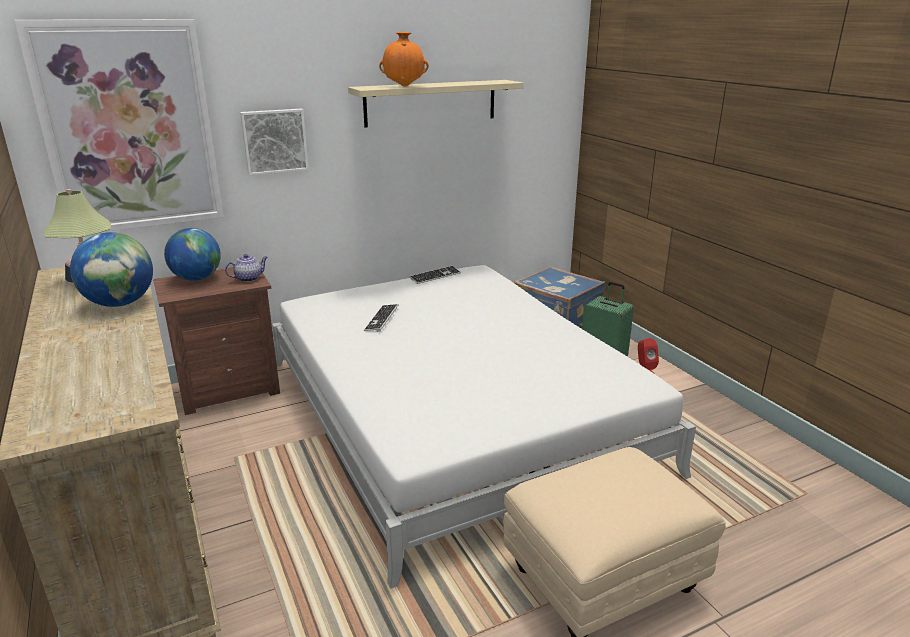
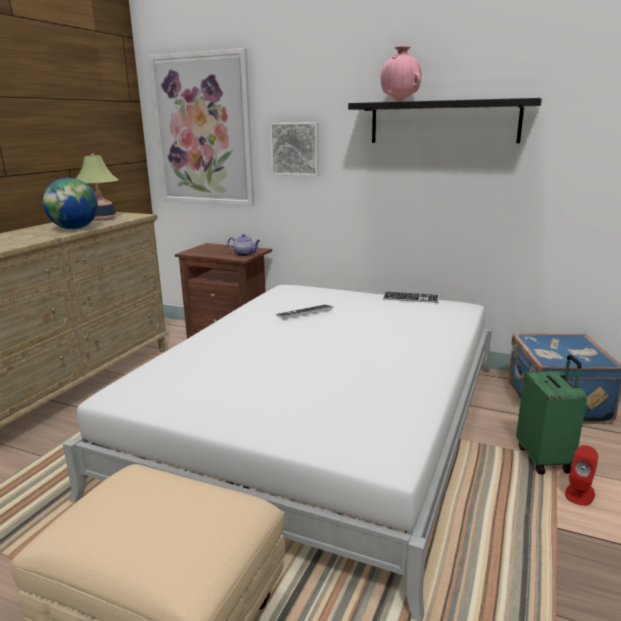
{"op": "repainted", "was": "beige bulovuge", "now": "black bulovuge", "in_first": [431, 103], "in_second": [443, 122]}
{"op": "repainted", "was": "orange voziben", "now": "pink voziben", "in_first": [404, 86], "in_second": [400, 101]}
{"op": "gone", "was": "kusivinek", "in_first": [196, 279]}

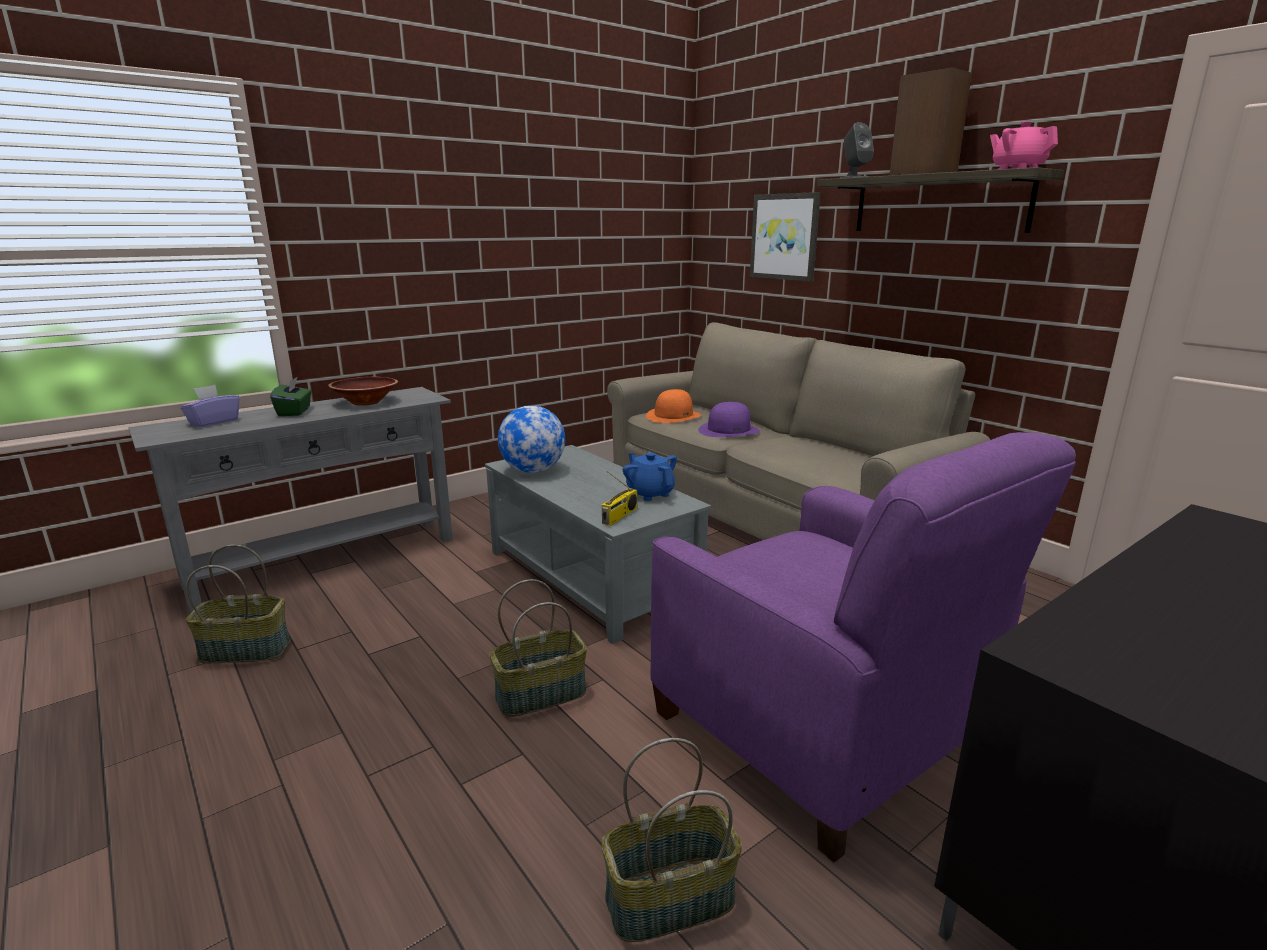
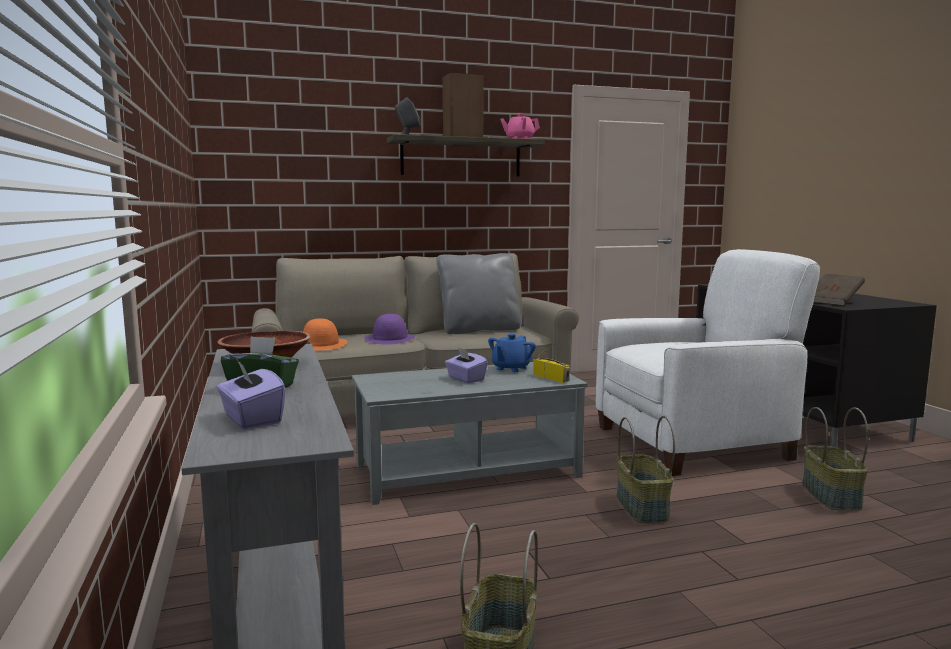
{"op": "new", "now": "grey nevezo", "in_second": [479, 330]}
{"op": "new", "now": "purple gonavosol", "in_second": [465, 379]}
{"op": "rotated", "was": "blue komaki", "in_first": [650, 493], "in_second": [511, 368], "clockwise": -45}
{"op": "repainted", "was": "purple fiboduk", "now": "white fiboduk", "in_first": [821, 728], "in_second": [693, 442]}
{"op": "new", "now": "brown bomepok", "in_second": [834, 302]}
{"op": "gone", "was": "kusivinek", "in_first": [533, 471]}
{"op": "gone", "was": "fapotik", "in_first": [784, 237]}

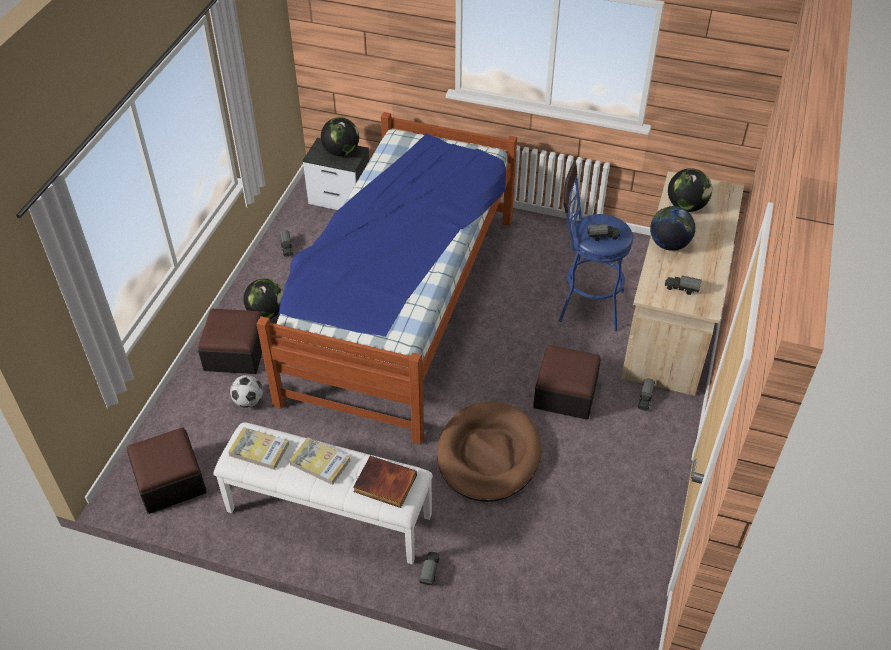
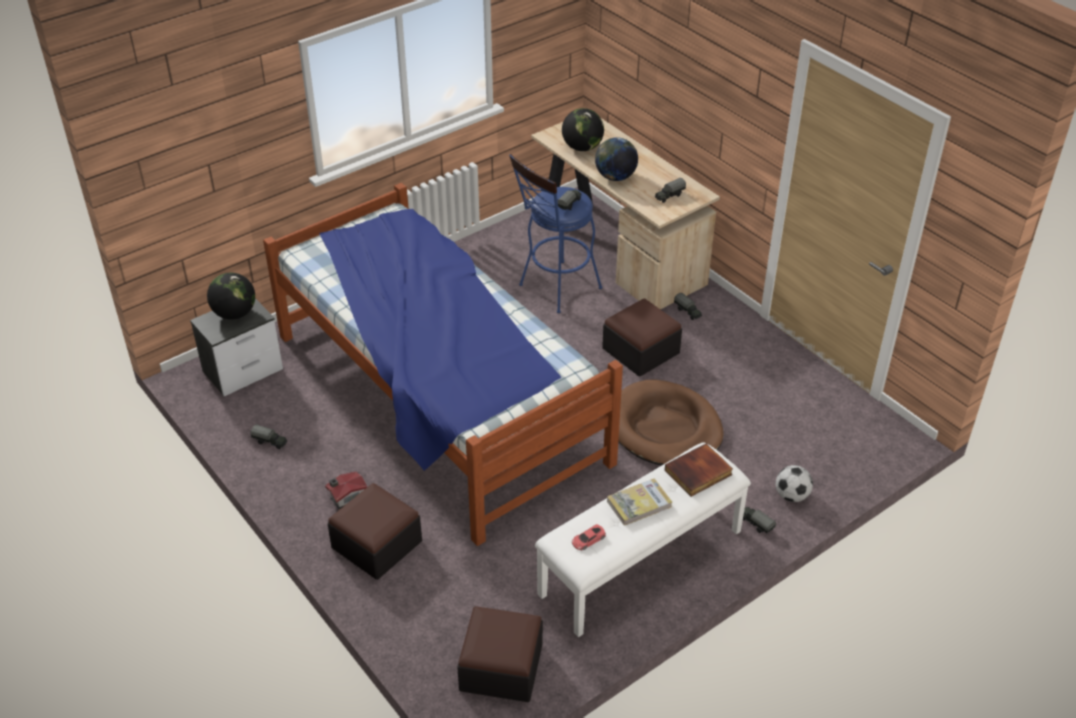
{"op": "swapped", "was": "kusivinek", "now": "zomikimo", "in_first": [267, 313], "in_second": [346, 497]}
{"op": "swapped", "was": "bomepok", "now": "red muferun", "in_first": [259, 450], "in_second": [588, 539]}
{"op": "shifted", "was": "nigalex", "in_first": [248, 401], "in_second": [791, 495]}

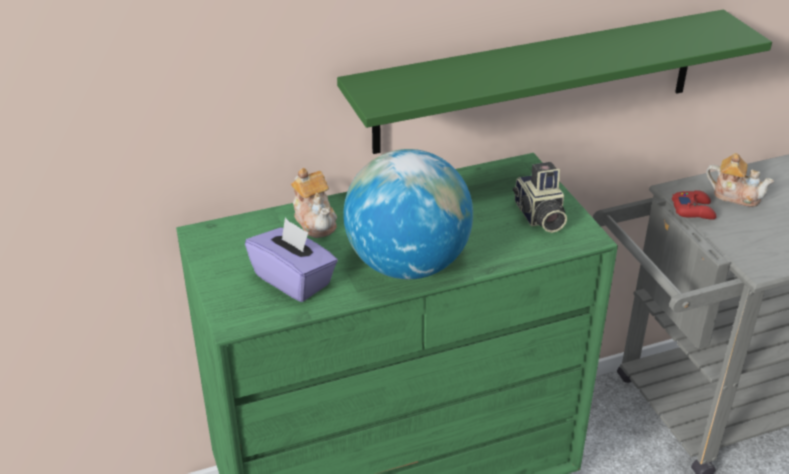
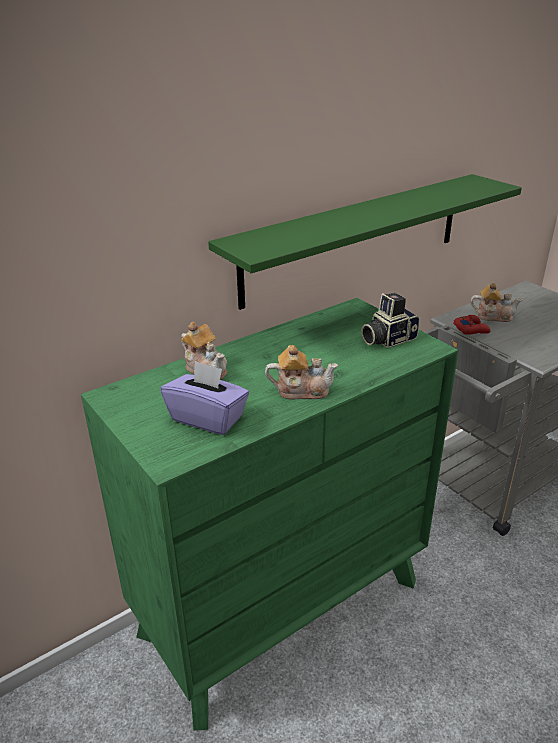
{"op": "swapped", "was": "kusivinek", "now": "komaki", "in_first": [407, 265], "in_second": [301, 390]}
{"op": "rotated", "was": "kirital", "in_first": [539, 217], "in_second": [387, 339], "clockwise": 90}

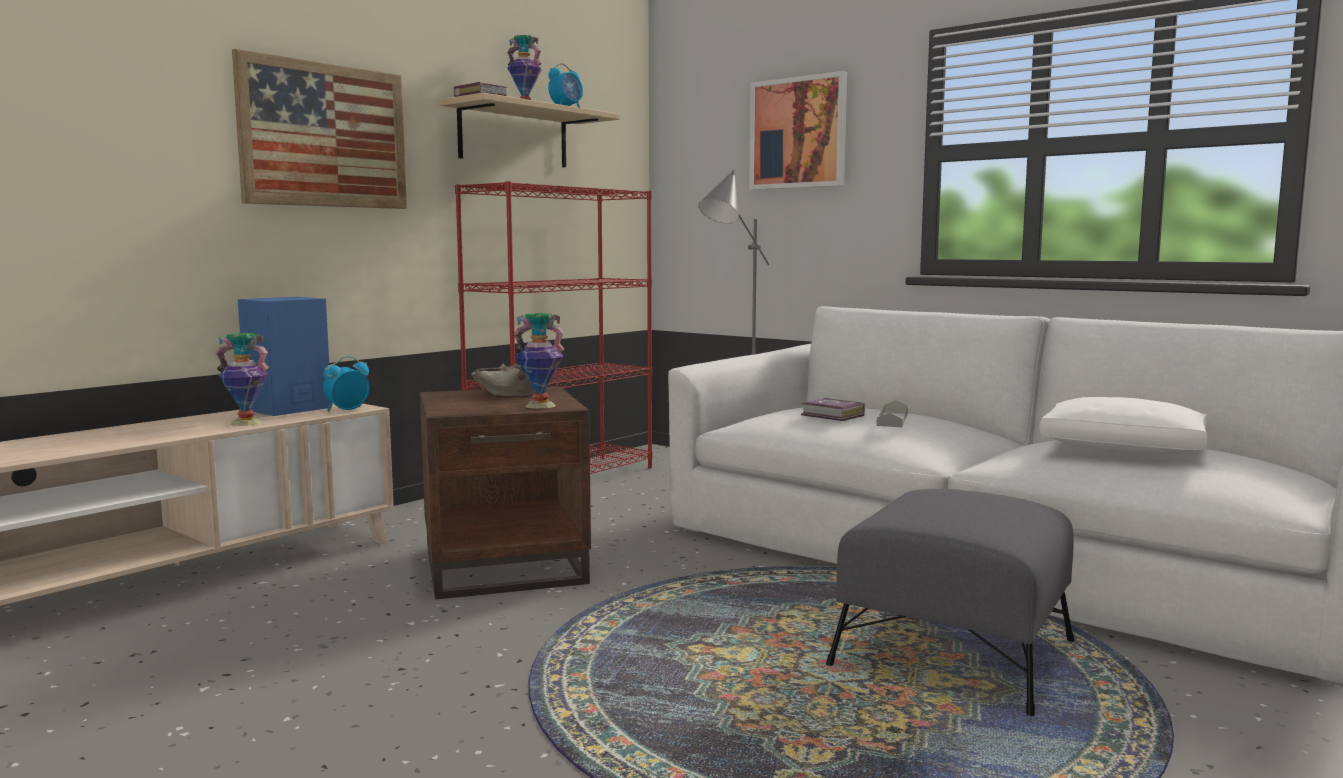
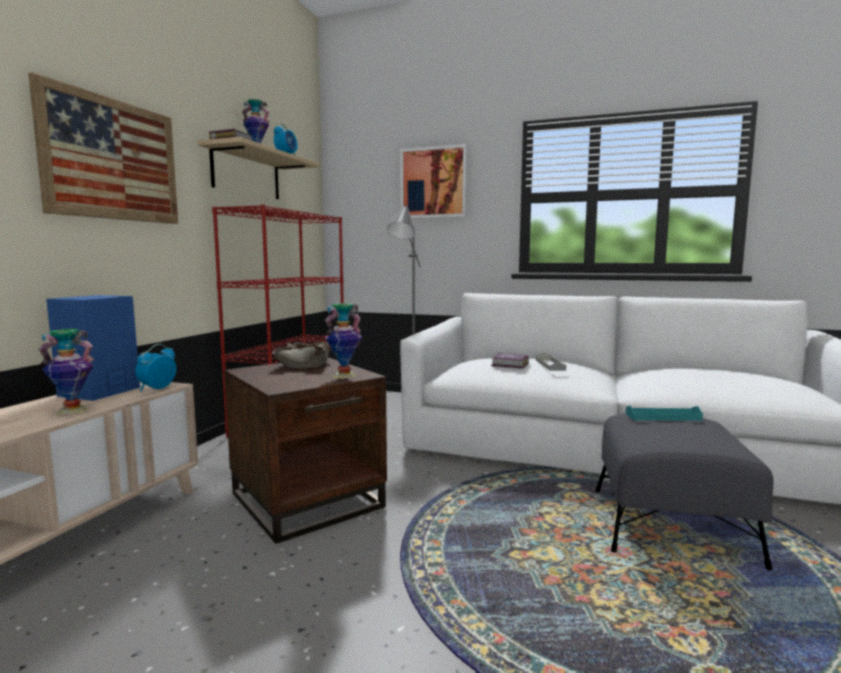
{"op": "new", "now": "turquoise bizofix", "in_second": [663, 417]}
{"op": "gone", "was": "white nevezo", "in_first": [1124, 449]}

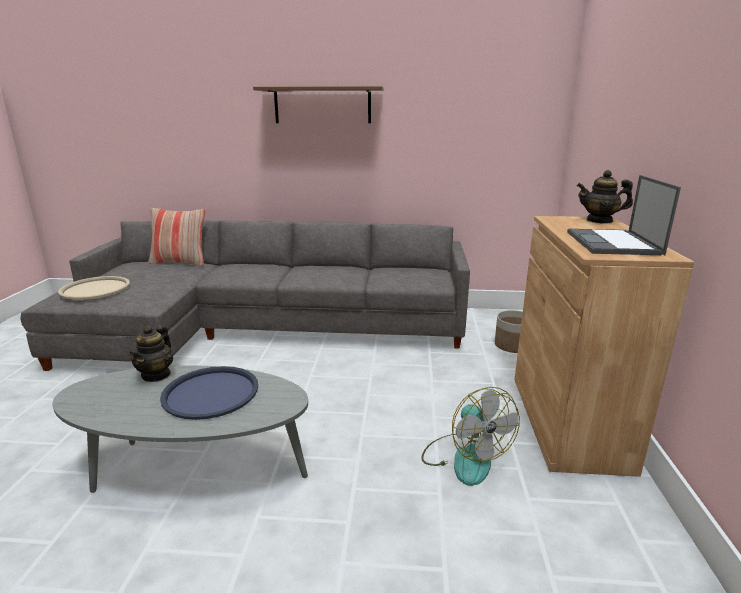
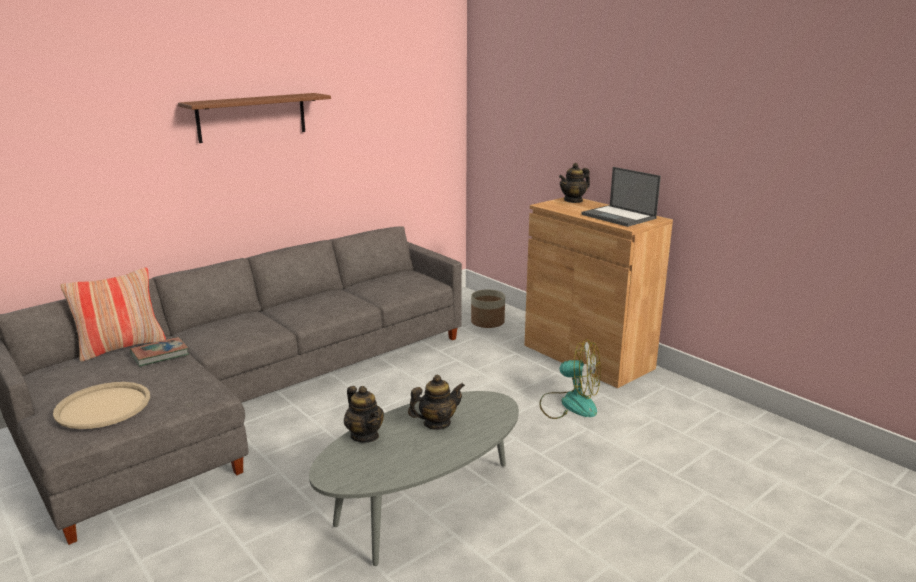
{"op": "new", "now": "bomepok", "in_second": [160, 355]}
{"op": "swapped", "was": "blue bizofix", "now": "komaki", "in_first": [210, 393], "in_second": [437, 423]}

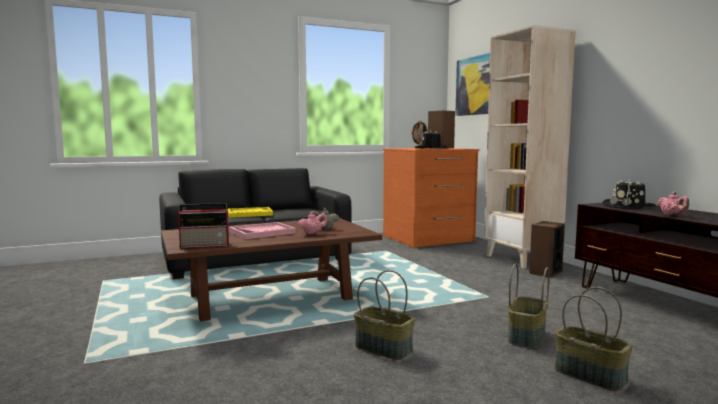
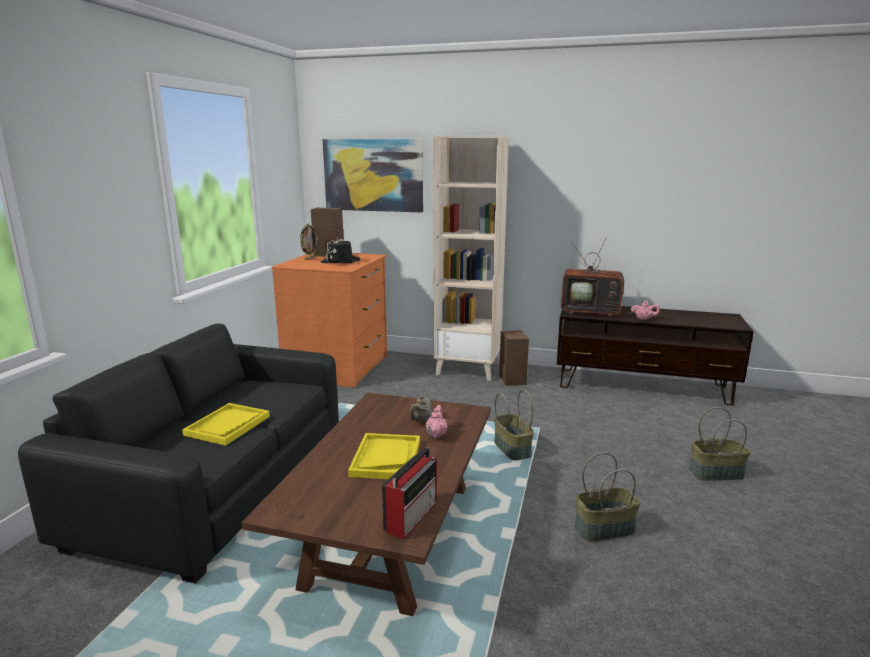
{"op": "repainted", "was": "pink bizofix", "now": "yellow bizofix", "in_first": [262, 232], "in_second": [386, 458]}
{"op": "shifted", "was": "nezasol", "in_first": [527, 337], "in_second": [513, 449]}
{"op": "swapped", "was": "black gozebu", "now": "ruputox", "in_first": [628, 206], "in_second": [592, 311]}

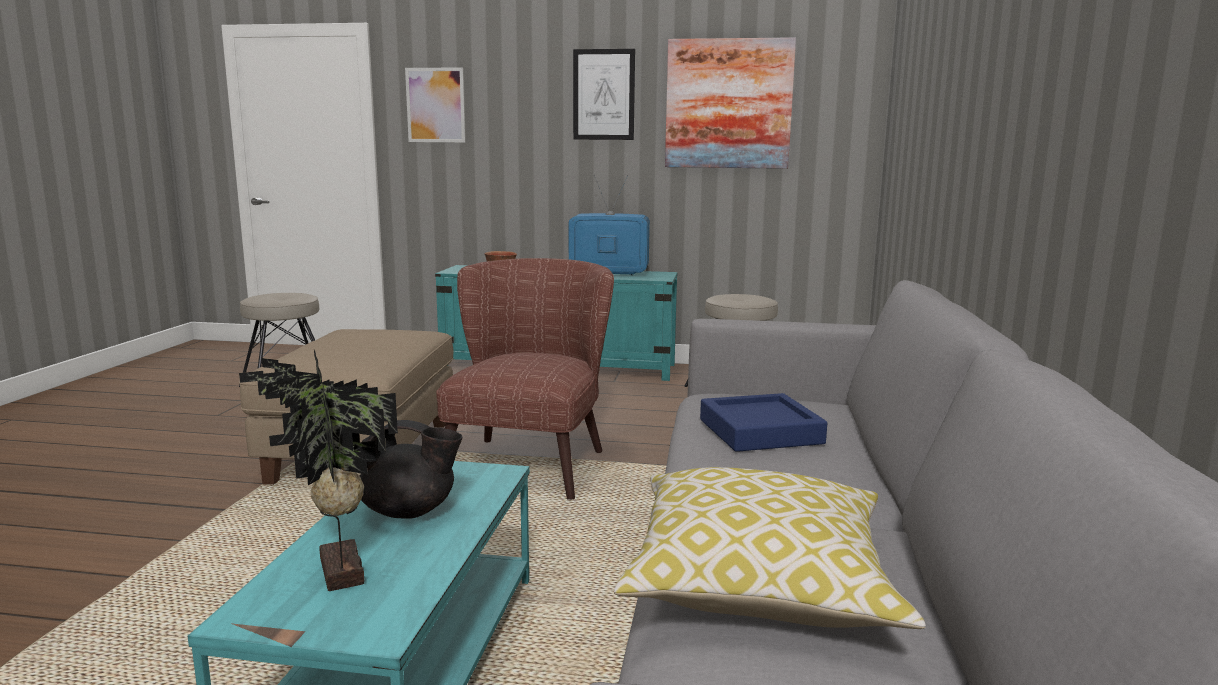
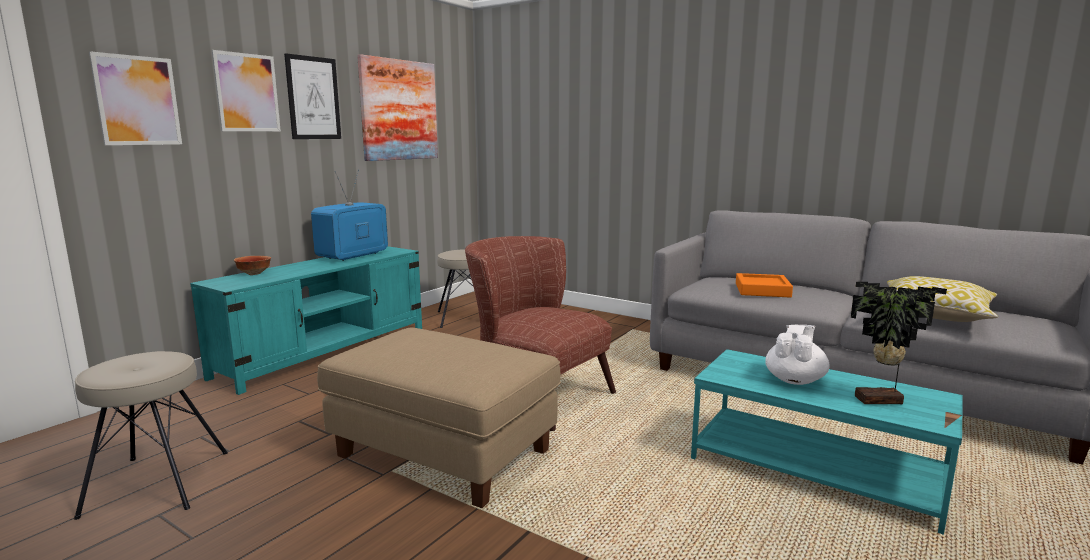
{"op": "new", "now": "fapotik", "in_second": [247, 92]}
{"op": "repainted", "was": "blue bizofix", "now": "orange bizofix", "in_first": [760, 431], "in_second": [762, 290]}
{"op": "repainted", "was": "black komaki", "now": "white komaki", "in_first": [410, 512], "in_second": [794, 380]}

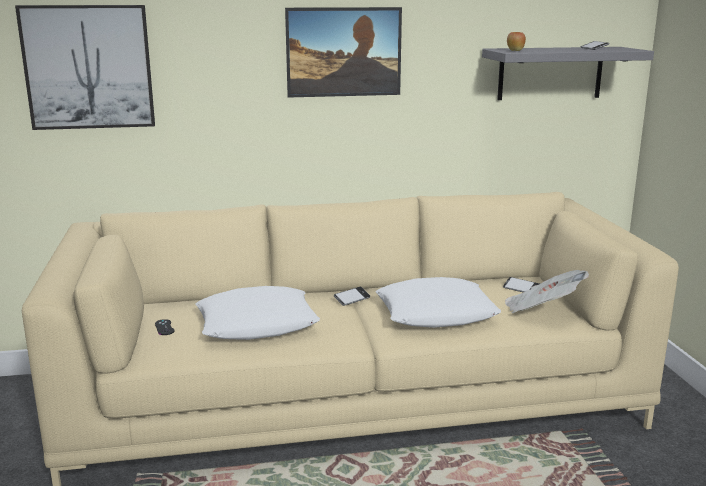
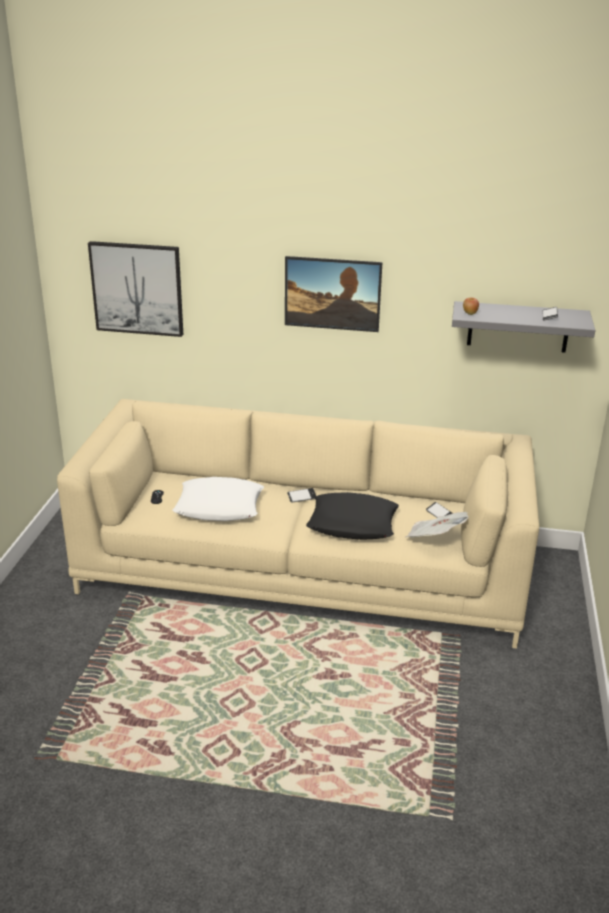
{"op": "repainted", "was": "white nevezo", "now": "black nevezo", "in_first": [436, 313], "in_second": [353, 524]}

